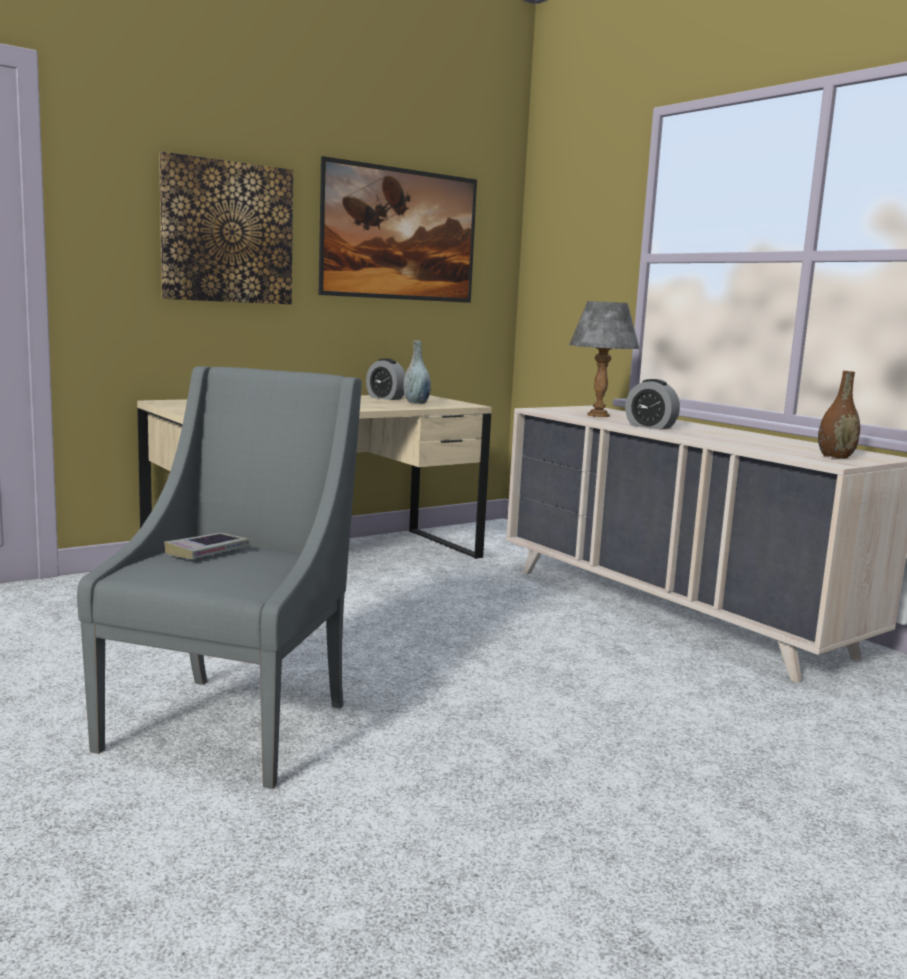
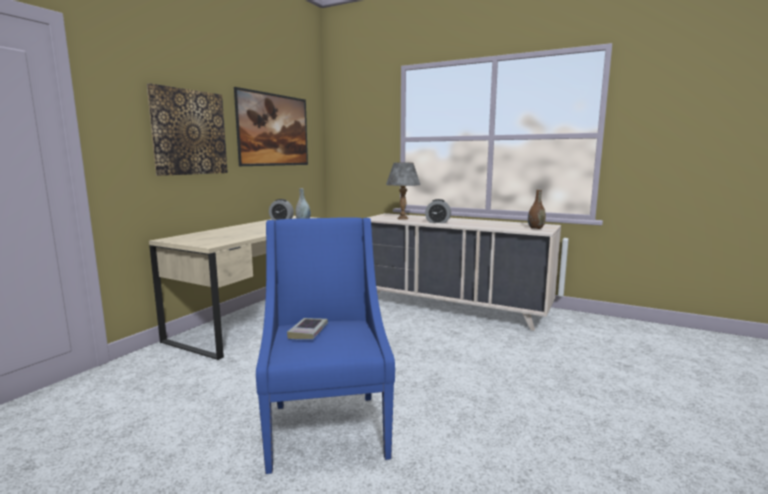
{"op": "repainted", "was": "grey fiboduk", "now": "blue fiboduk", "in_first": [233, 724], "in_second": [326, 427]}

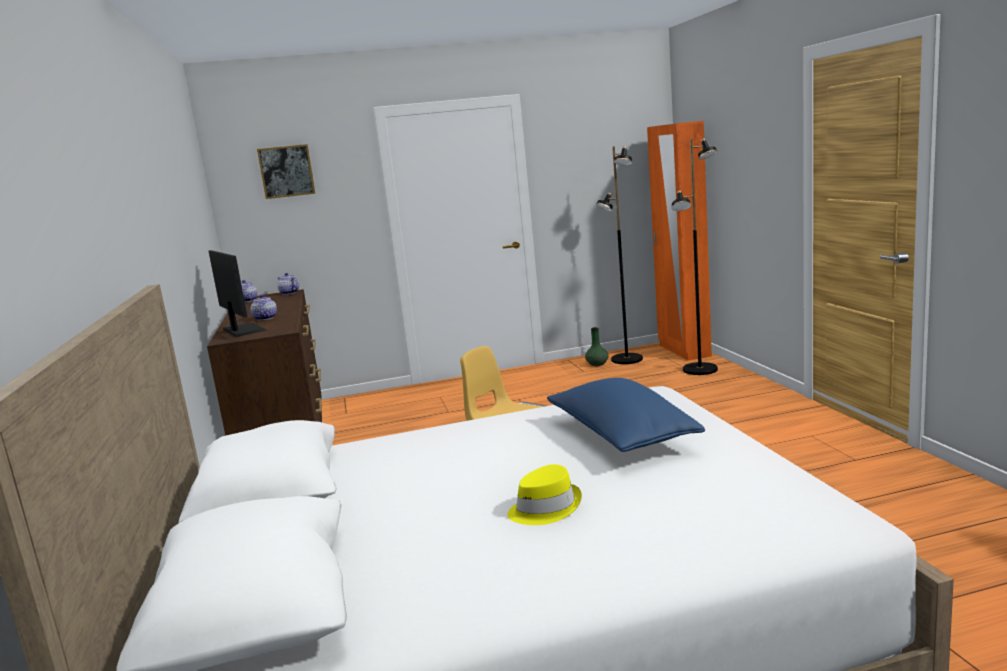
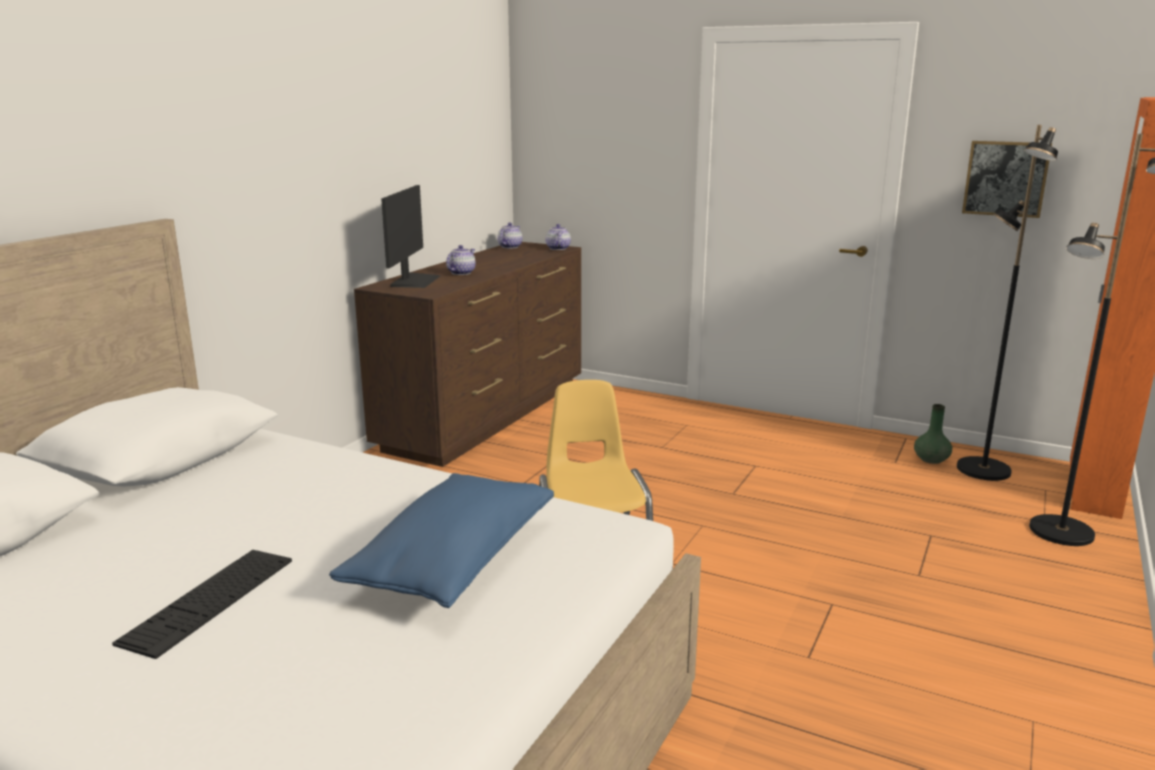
{"op": "swapped", "was": "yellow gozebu", "now": "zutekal", "in_first": [545, 508], "in_second": [209, 600]}
{"op": "shifted", "was": "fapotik", "in_first": [286, 171], "in_second": [1005, 178]}

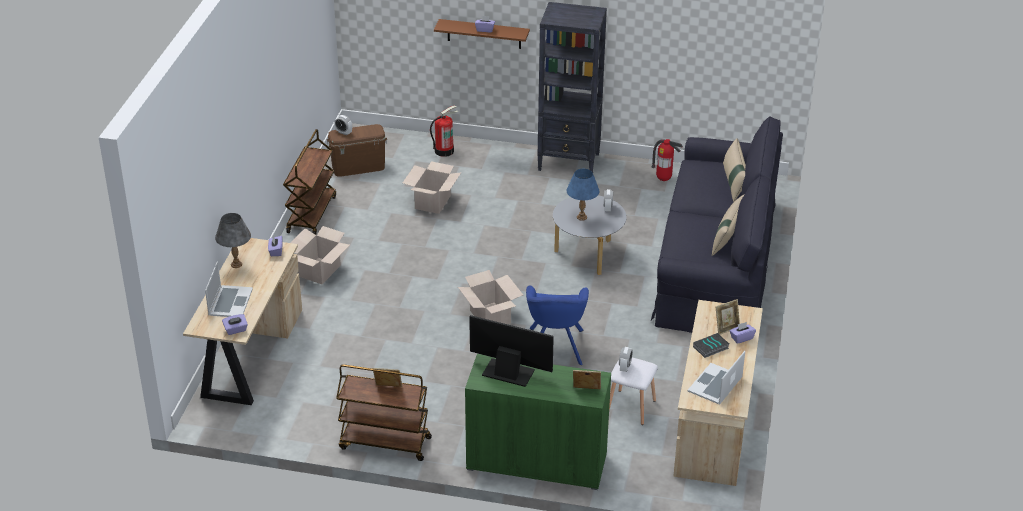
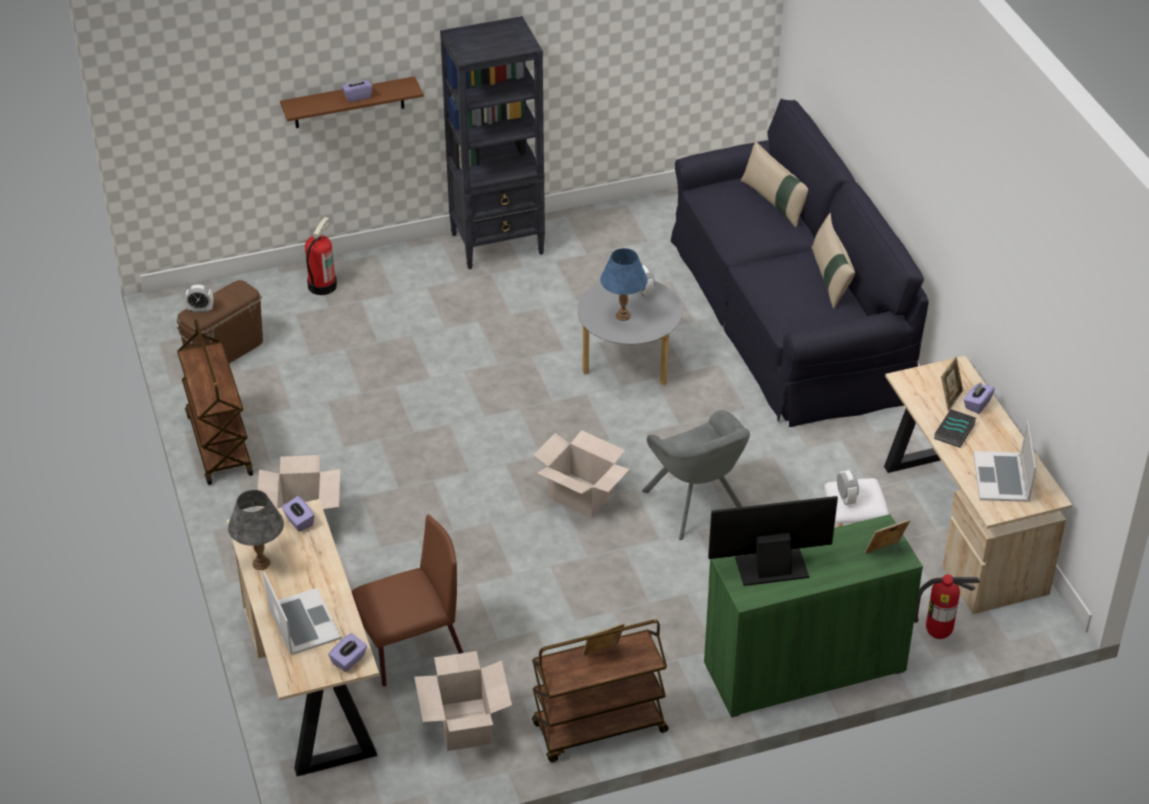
{"op": "new", "now": "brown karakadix", "in_second": [410, 650]}
{"op": "shifted", "was": "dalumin", "in_first": [433, 202], "in_second": [465, 725]}
{"op": "repainted", "was": "blue fiboduk", "now": "grey fiboduk", "in_first": [555, 348], "in_second": [697, 506]}
{"op": "shifted", "was": "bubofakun", "in_first": [664, 179], "in_second": [938, 633]}

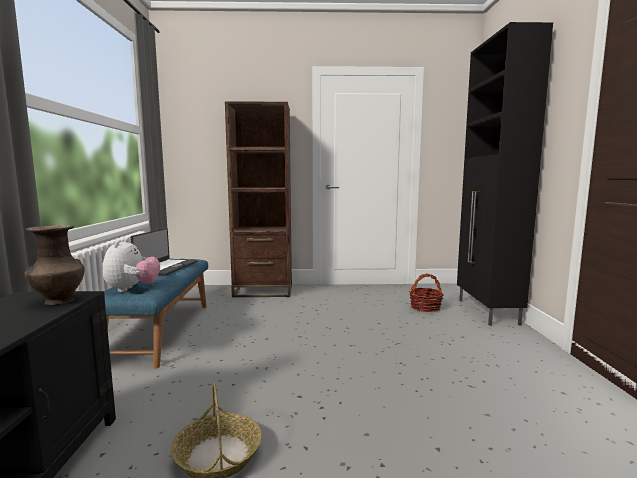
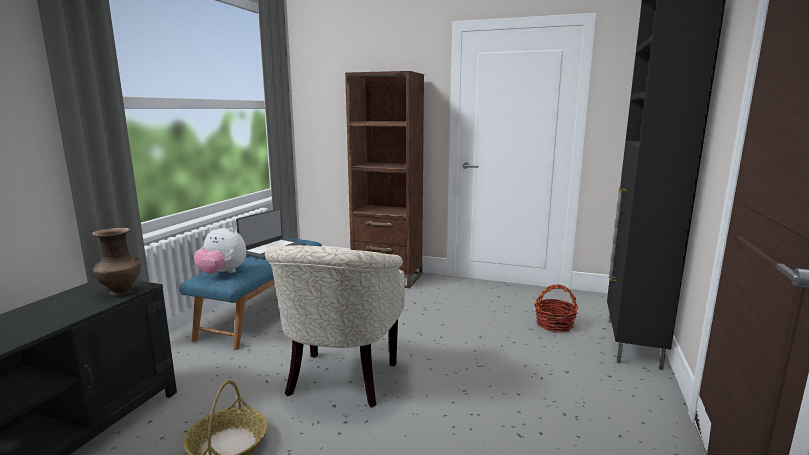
{"op": "rotated", "was": "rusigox", "in_first": [132, 289], "in_second": [222, 273], "clockwise": 90}
{"op": "new", "now": "beige fiboduk", "in_second": [339, 382]}

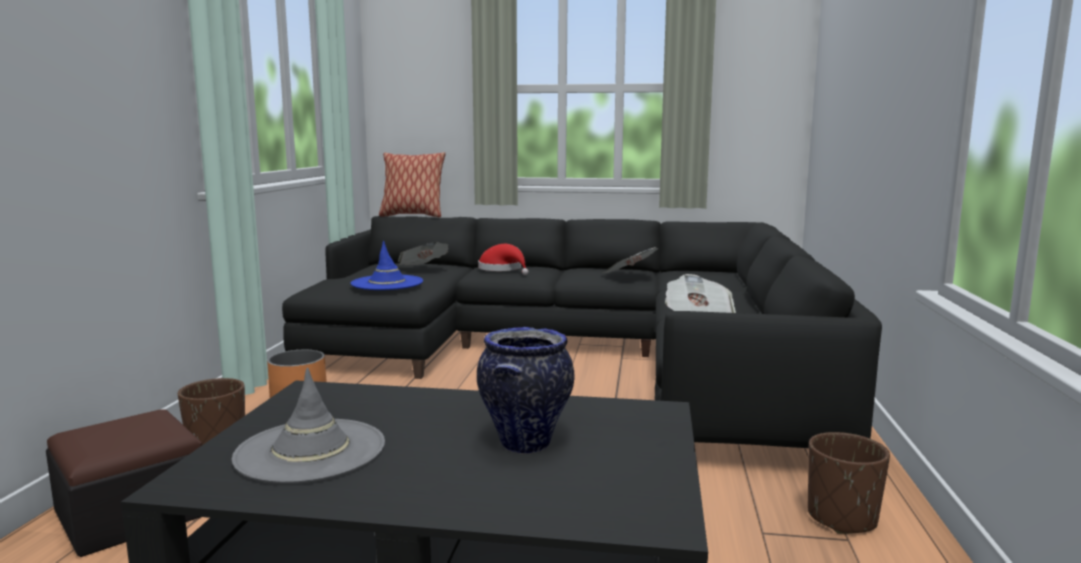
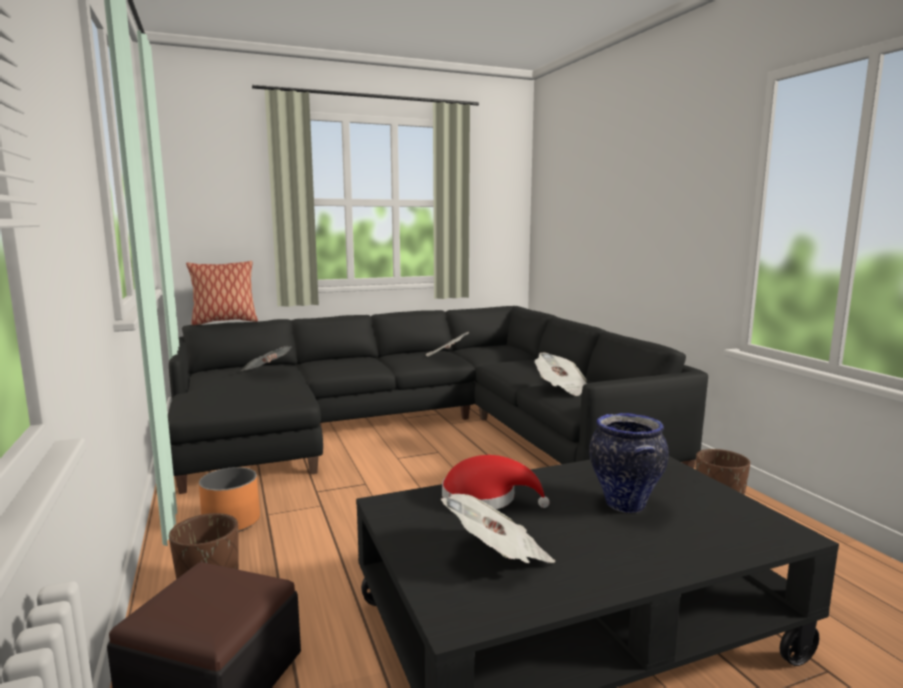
{"op": "swapped", "was": "grey gozebu", "now": "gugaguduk", "in_first": [310, 451], "in_second": [498, 556]}
{"op": "shifted", "was": "red gozebu", "in_first": [502, 269], "in_second": [485, 498]}
{"op": "gone", "was": "blue gozebu", "in_first": [387, 283]}

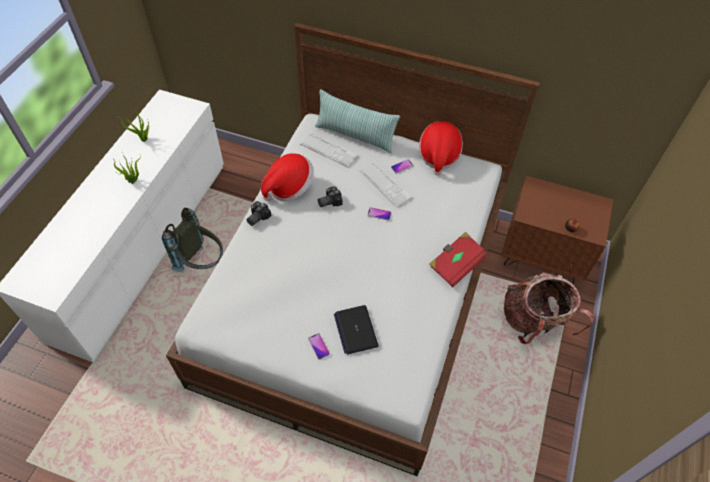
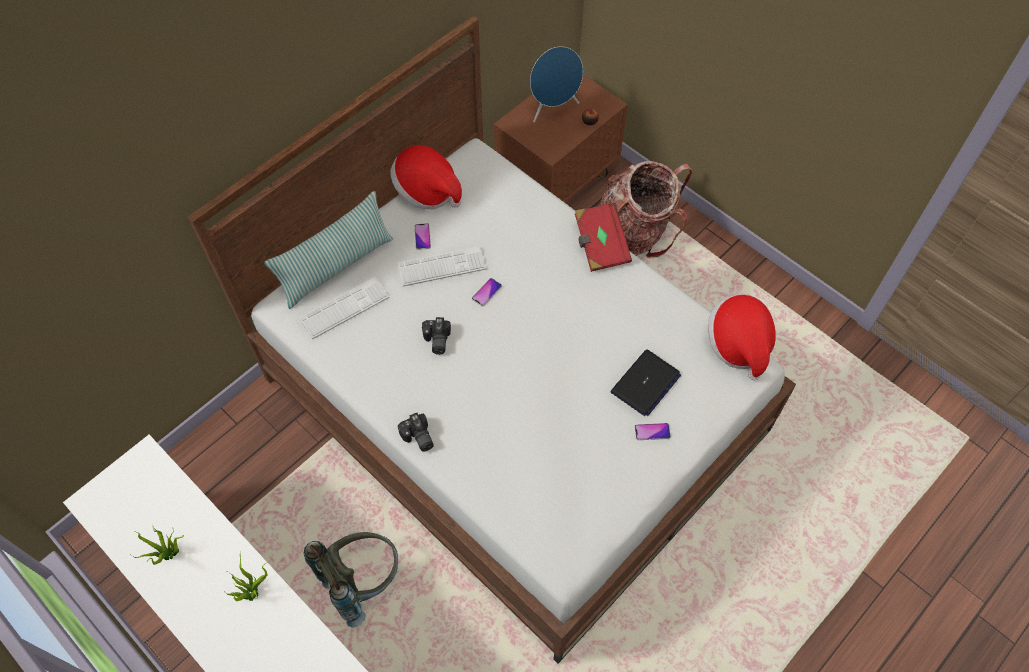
{"op": "new", "now": "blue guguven", "in_second": [553, 109]}
{"op": "rotated", "was": "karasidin", "in_first": [355, 330], "in_second": [645, 383], "clockwise": -60}
{"op": "shifted", "was": "gozebu", "in_first": [289, 187], "in_second": [738, 344]}

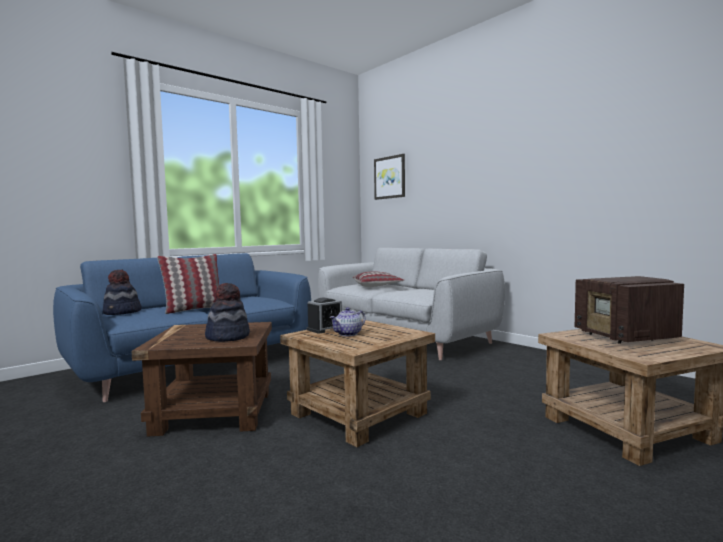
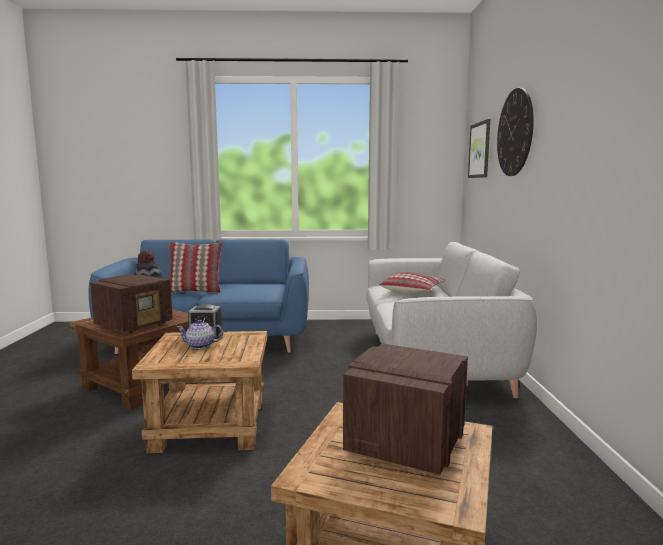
{"op": "swapped", "was": "gozebu", "now": "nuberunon", "in_first": [228, 337], "in_second": [135, 325]}
{"op": "new", "now": "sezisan", "in_second": [515, 133]}

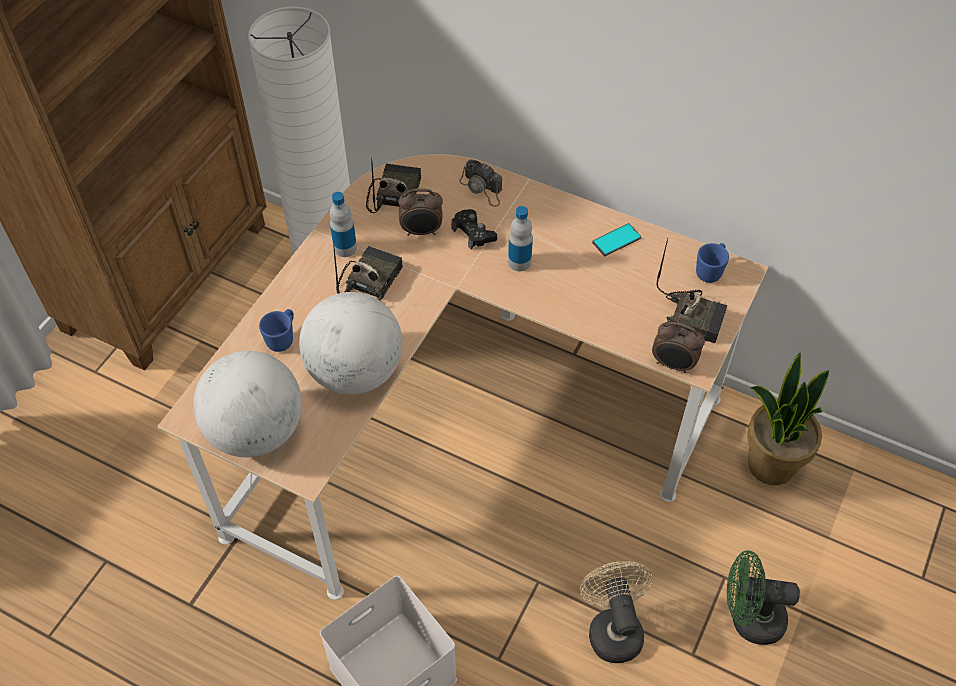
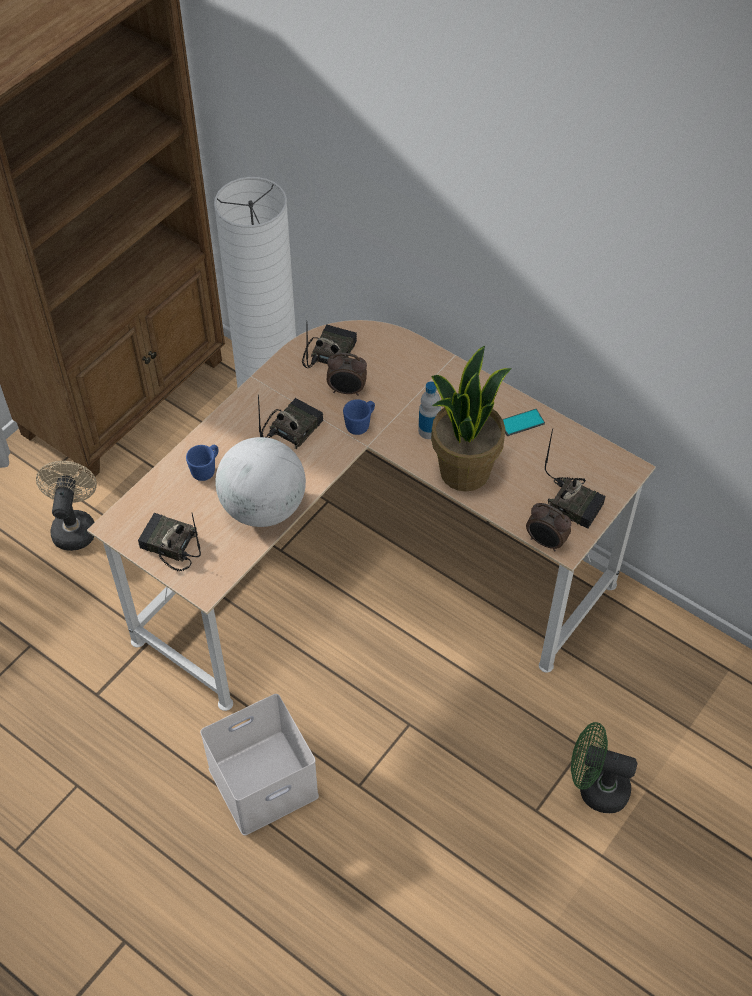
{"op": "shifted", "was": "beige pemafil", "in_first": [613, 628], "in_second": [74, 526]}
{"op": "swapped", "was": "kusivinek", "now": "nuberunon", "in_first": [256, 431], "in_second": [169, 546]}
{"op": "shifted", "was": "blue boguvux", "in_first": [710, 271], "in_second": [360, 424]}
{"op": "shifted", "was": "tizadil", "in_first": [770, 463], "in_second": [464, 470]}
{"op": "gone", "was": "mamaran", "in_first": [345, 248]}
{"op": "gone", "was": "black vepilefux", "in_first": [473, 233]}
{"op": "gone", "was": "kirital", "in_first": [482, 188]}

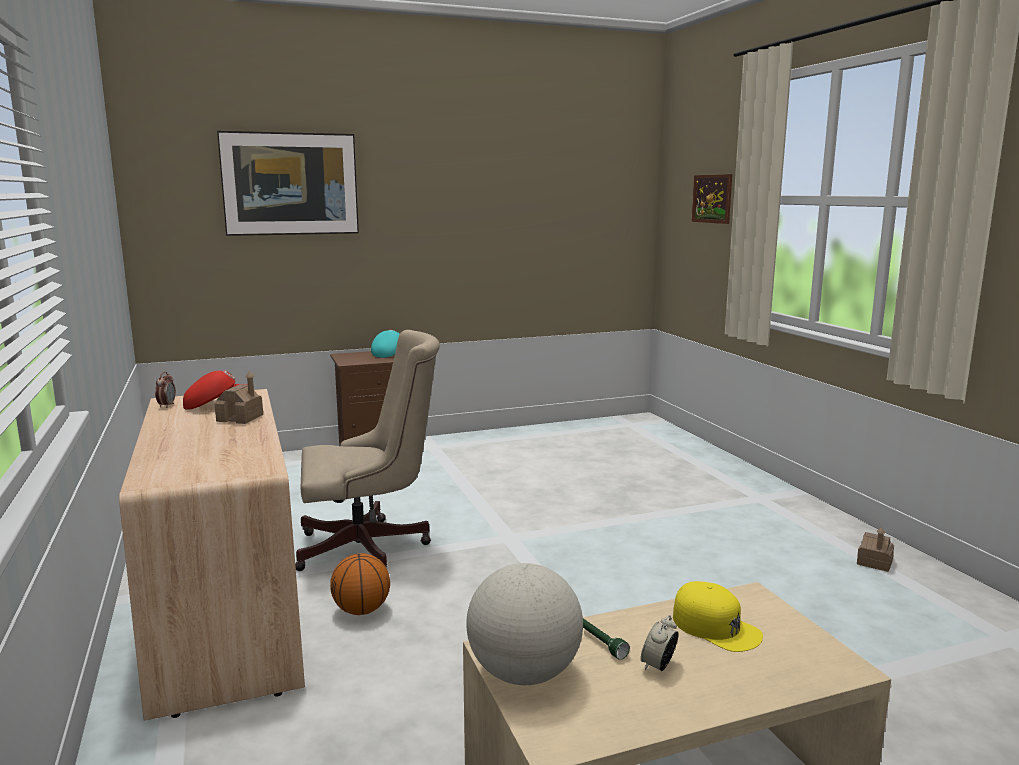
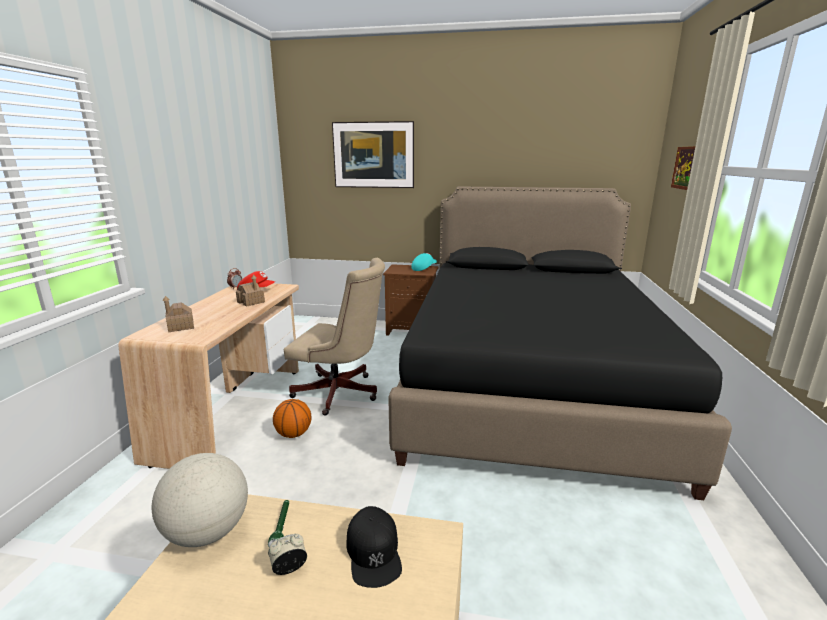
{"op": "shifted", "was": "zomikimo", "in_first": [874, 562], "in_second": [181, 327]}
{"op": "repainted", "was": "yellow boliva", "now": "black boliva", "in_first": [716, 627], "in_second": [374, 552]}
{"op": "new", "now": "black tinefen", "in_second": [528, 384]}

